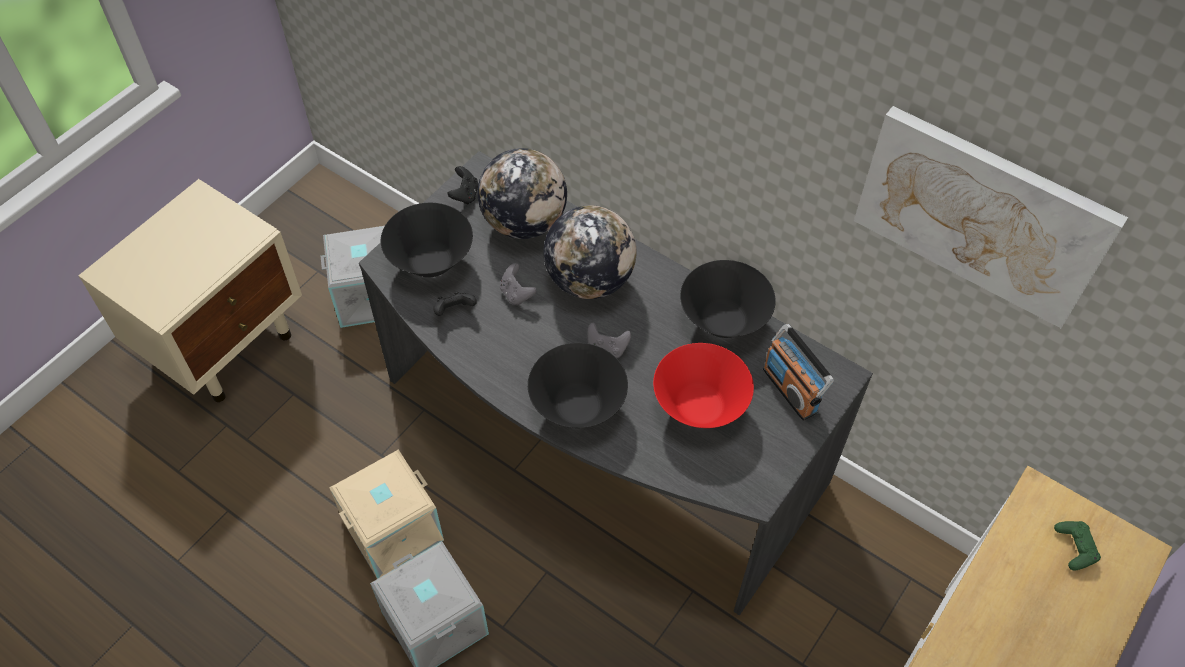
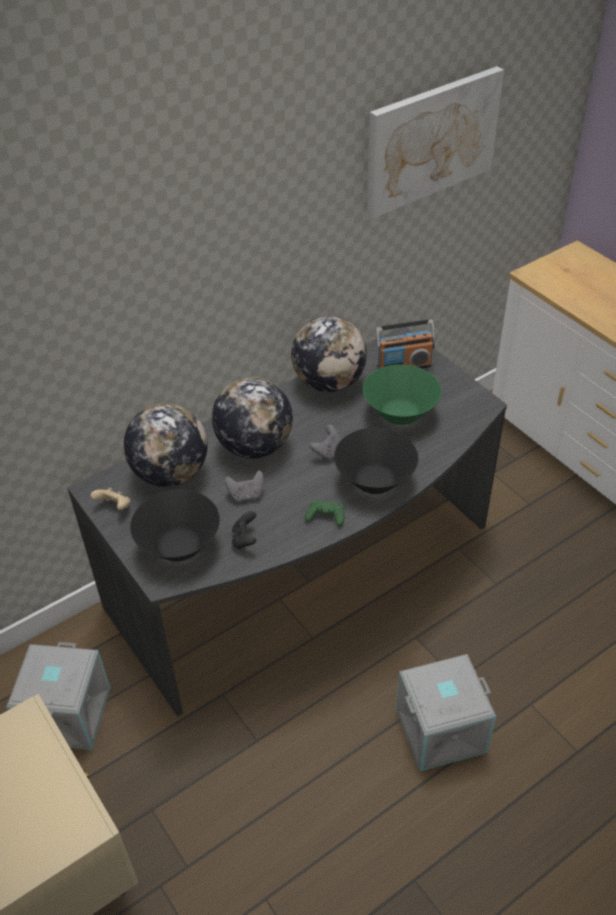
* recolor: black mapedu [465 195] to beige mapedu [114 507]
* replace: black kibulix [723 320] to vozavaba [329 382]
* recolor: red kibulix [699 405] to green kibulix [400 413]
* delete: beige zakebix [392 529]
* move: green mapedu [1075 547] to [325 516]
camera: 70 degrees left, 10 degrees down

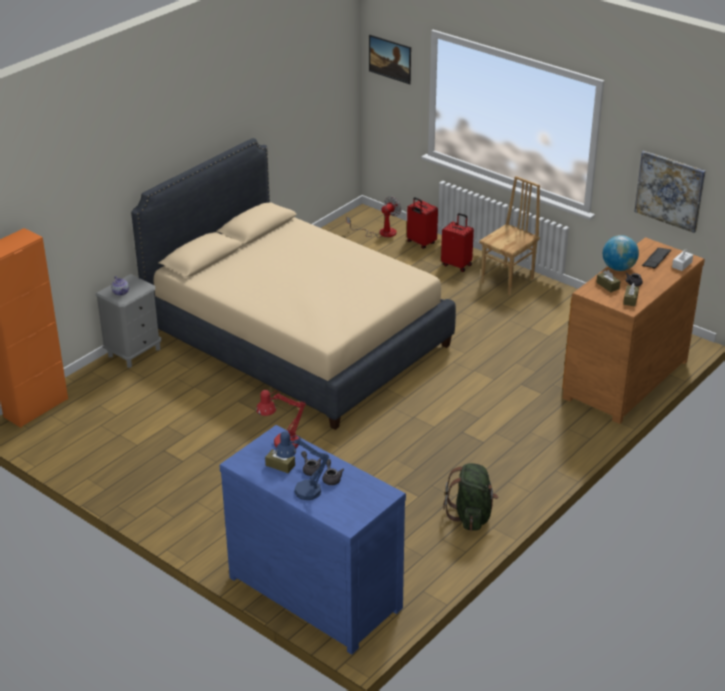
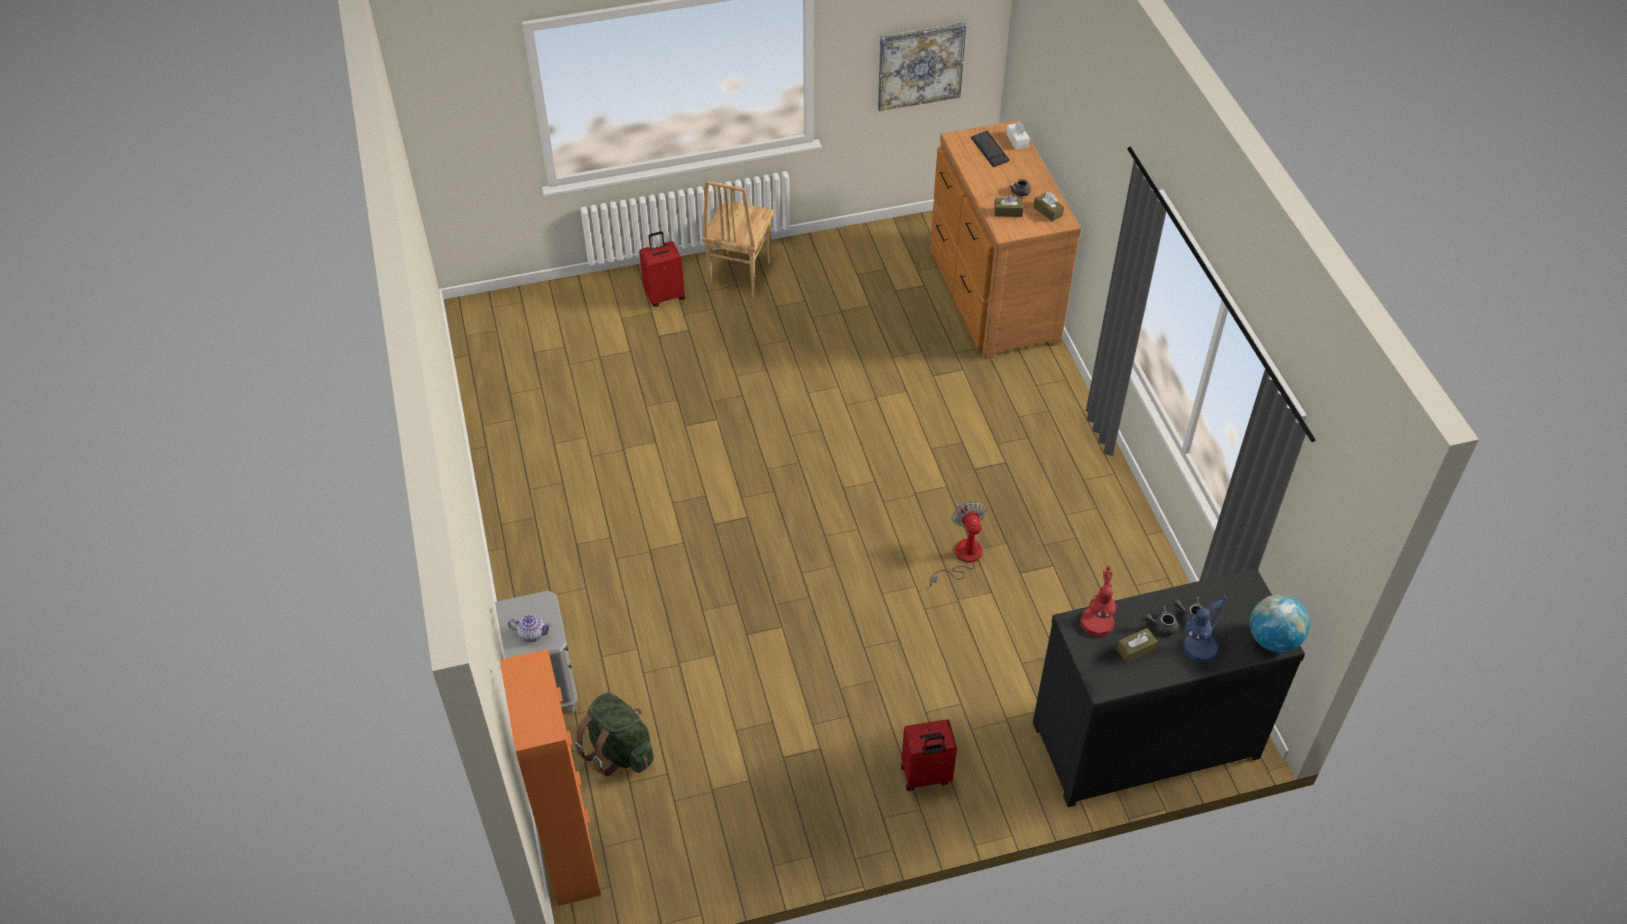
* delete: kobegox [390 68]
* delete: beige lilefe [297 339]
* rotate: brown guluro [508 281] = [739 275] 150 degrees counterclockwise
* move: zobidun [381 232] to [962 558]
* move: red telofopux [420 243] to [926 776]
* move: vozavaba [618 268] to [1273 639]
* recolor: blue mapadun [316 590] to black mapadun [1142 736]
* move: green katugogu [471 516] to [619 750]
camera: 55 degrees left, 15 degrees up

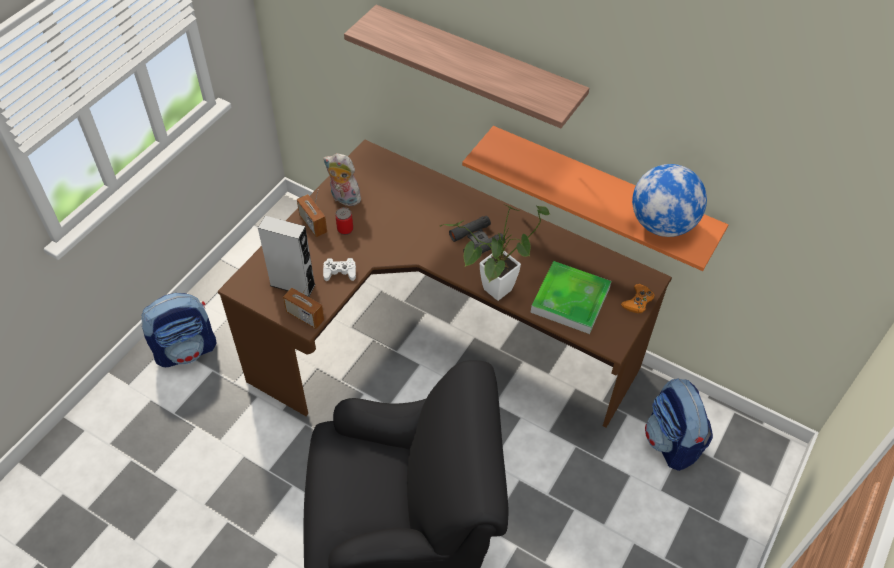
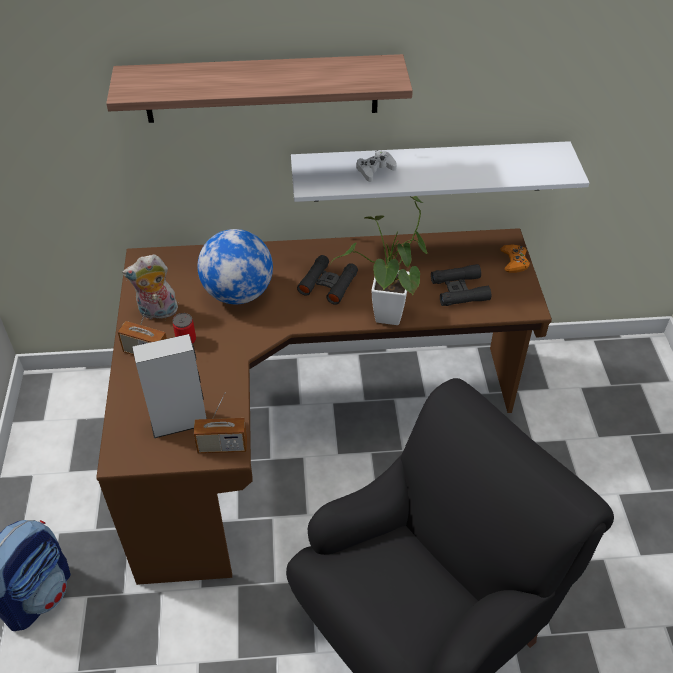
* recolor: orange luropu [601 191] to white luropu [429 171]
* move: vozavaba [662 224] to [238 293]
* move: white mapedu [340 272] to [375 170]
* replace: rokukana [570 300] to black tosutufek [459 290]
* delete: katugogu [671 442]
camera: 35 degrees left, 5 degrees down

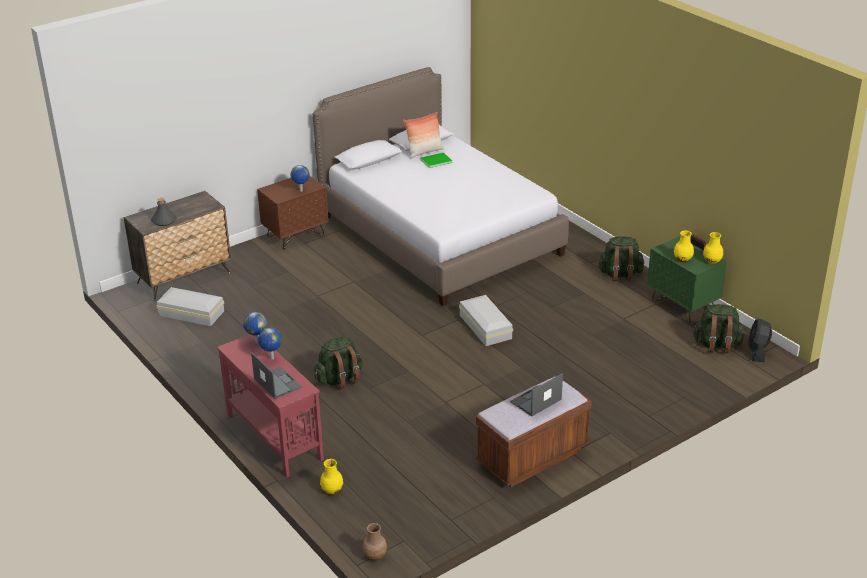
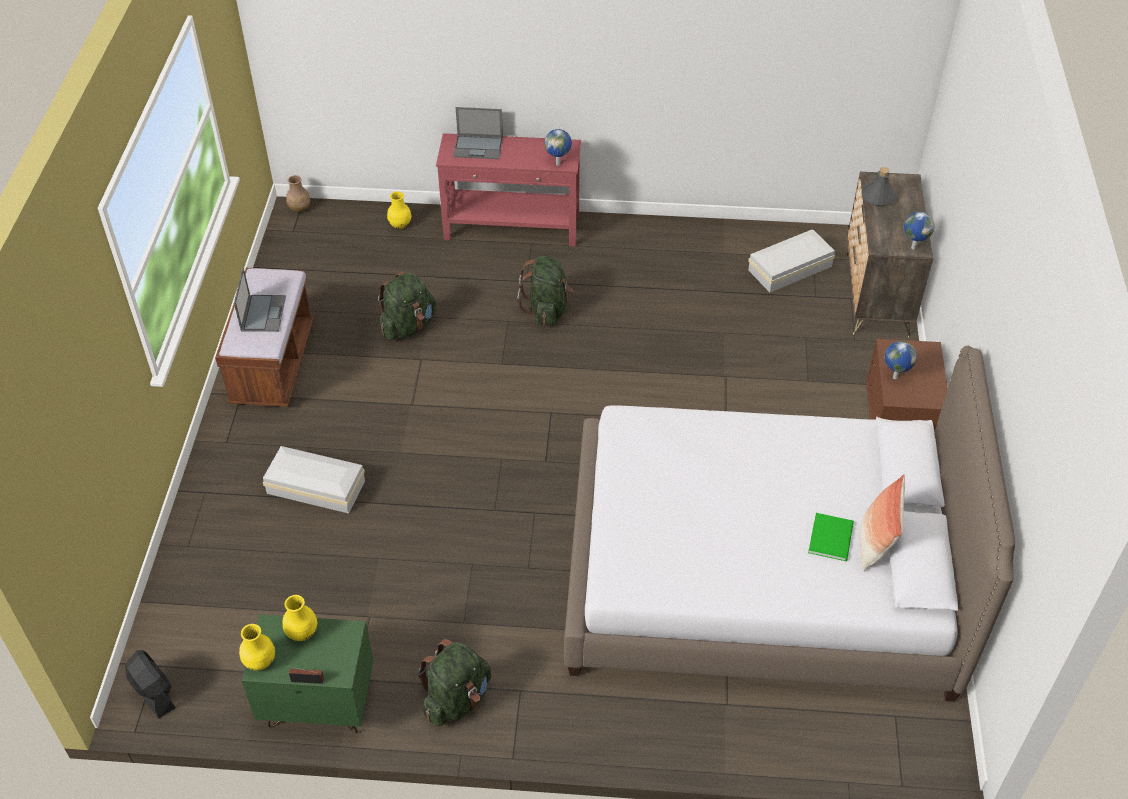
* move: white zakebix [485 327] to [315 486]
* move: green katugogu [716 345] to [408 326]
* move: vozavaba [271 358] to [913 247]
camera: 130 degrees right, 15 degrees up

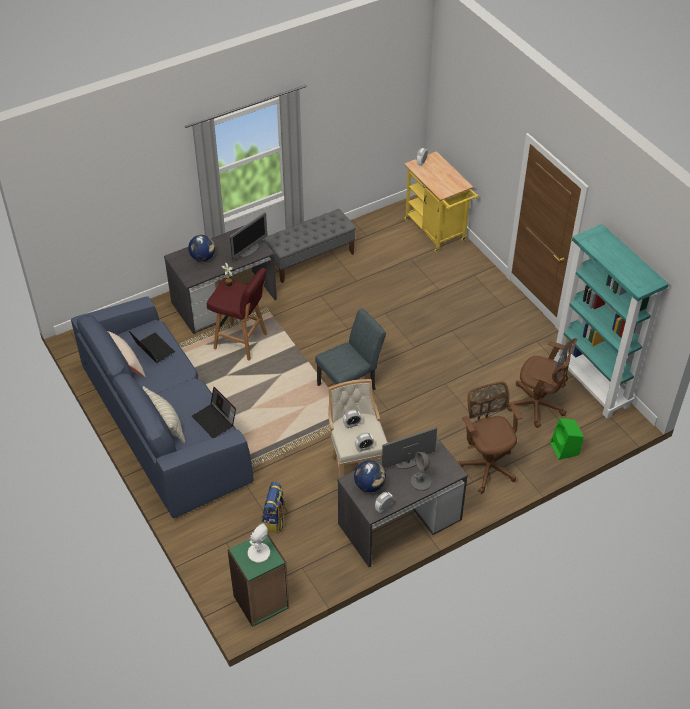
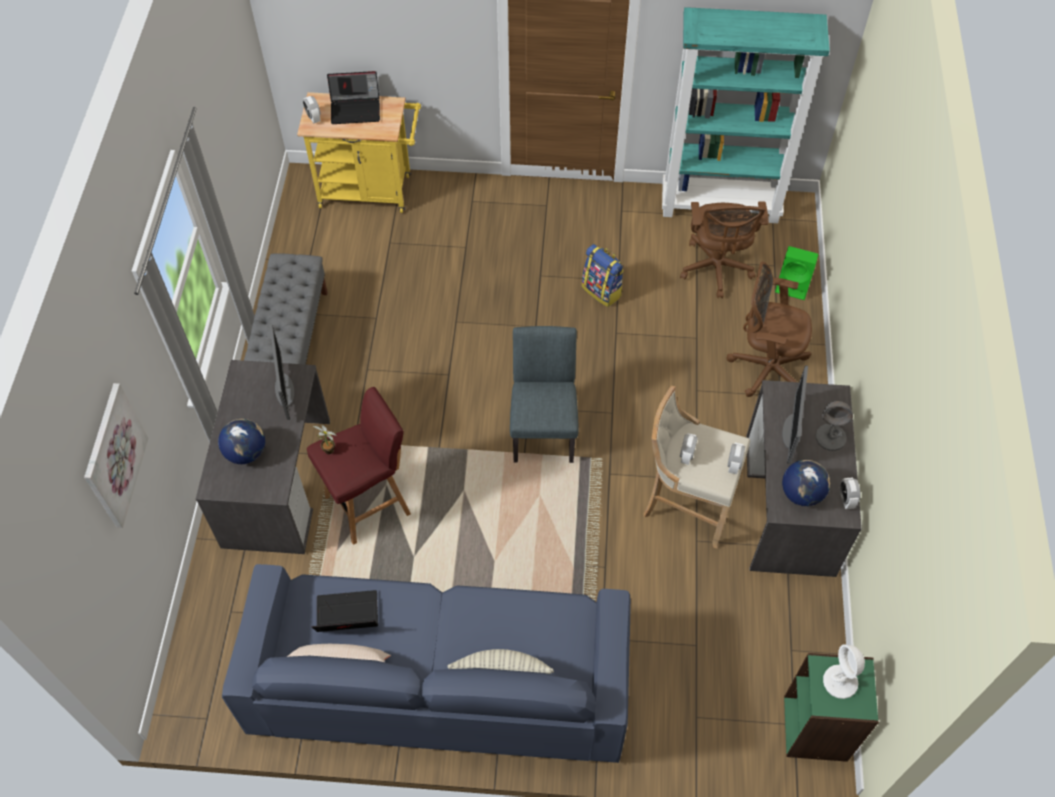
* rotate: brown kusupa [538 406] = [716 269] 120 degrees clockwise
* move: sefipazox [215 420] to [356 109]
* move: katugogu [275 520] to [602 291]
* insert: kobegox [113 456]
camera: 55 degrees left, 10 degrees up

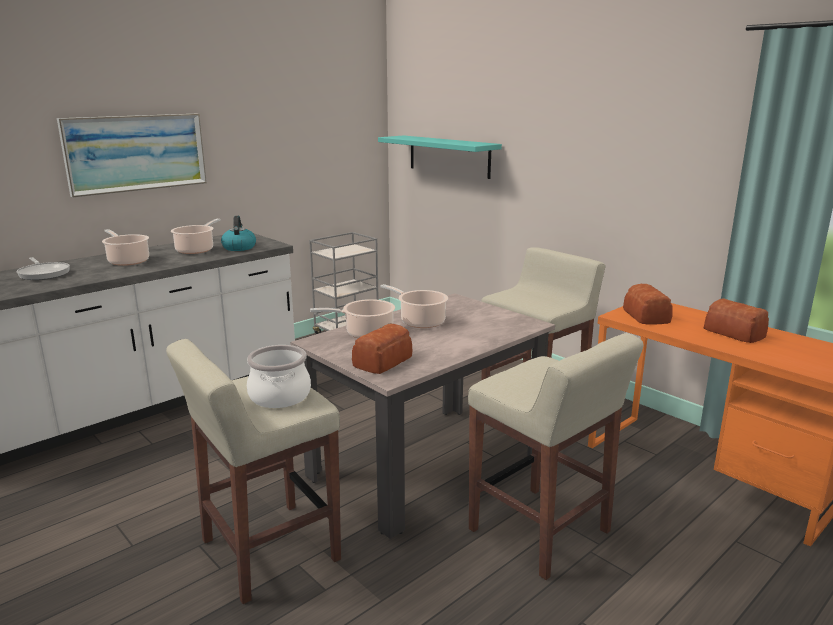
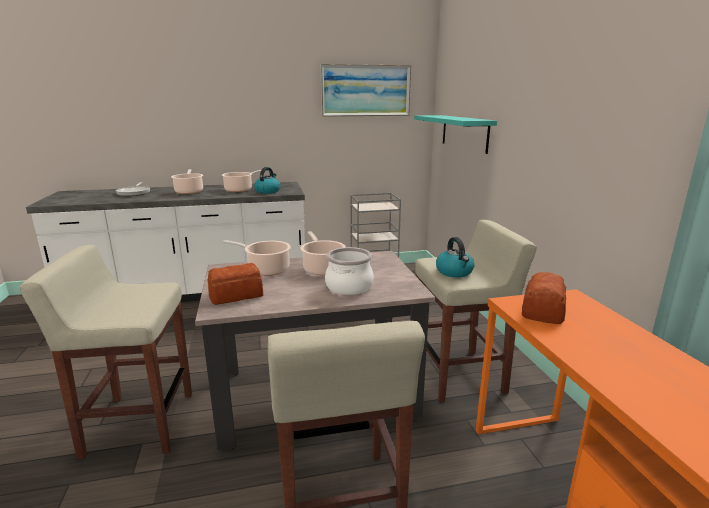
* move: kobegox [136 153] to [365 90]
* delete: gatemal [733 332]
* move: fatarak [280 396] to [349 287]
* insert: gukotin [454 272]
camera: 30 degrees right, 0 degrees up

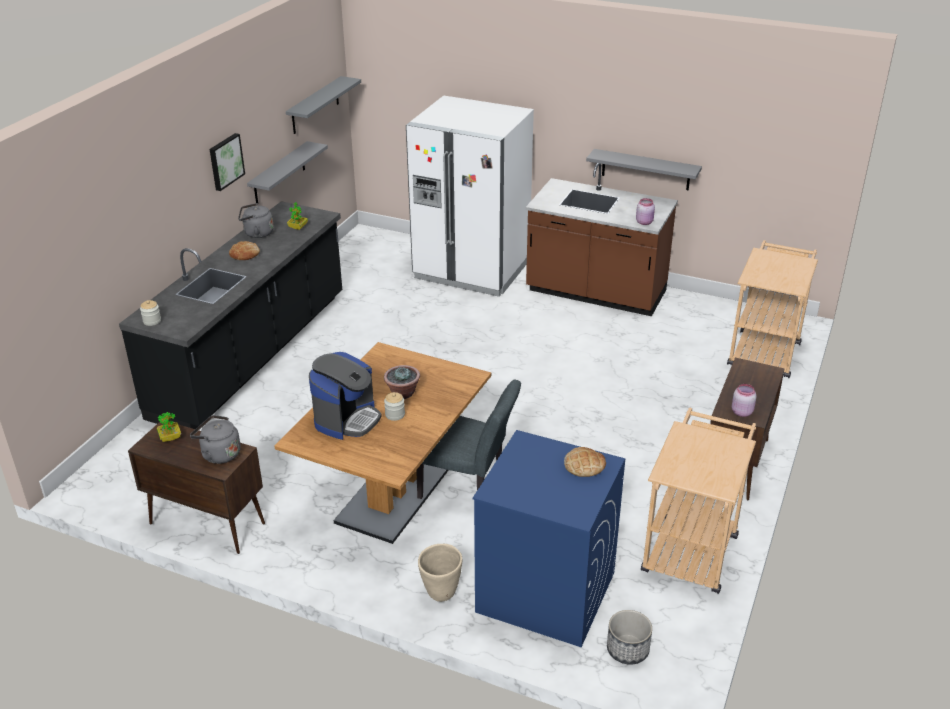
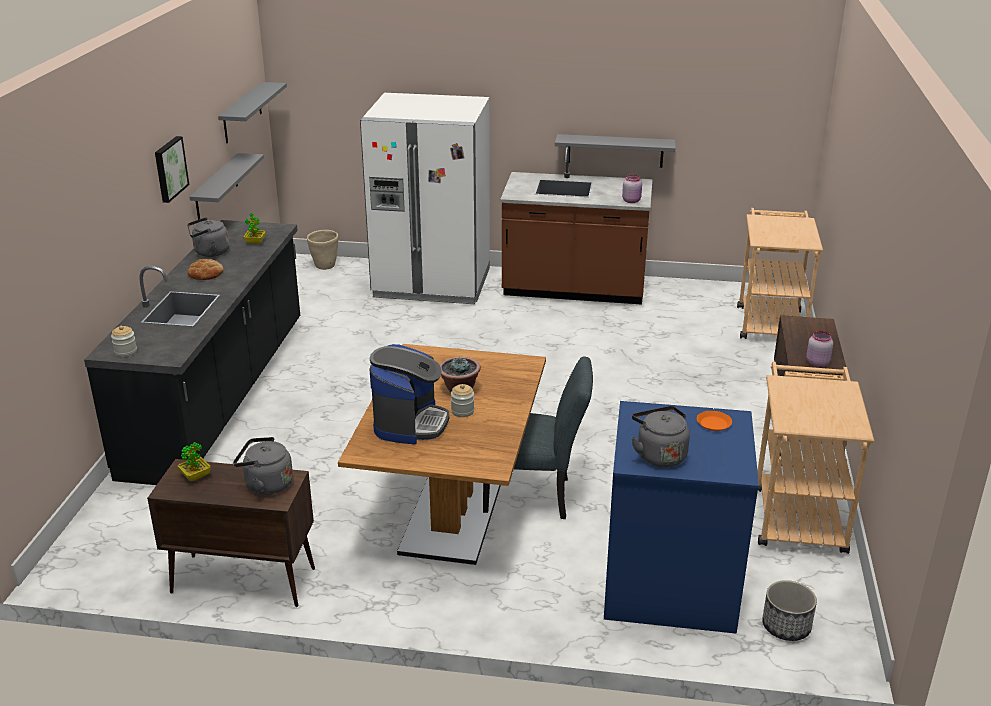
* replace: gatemal [584 465] to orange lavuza [713 423]
* move: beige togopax [441 593] to [325 266]
* insert: grey gukotin [659 455]
camera: 15 degrees left, 5 degrees down

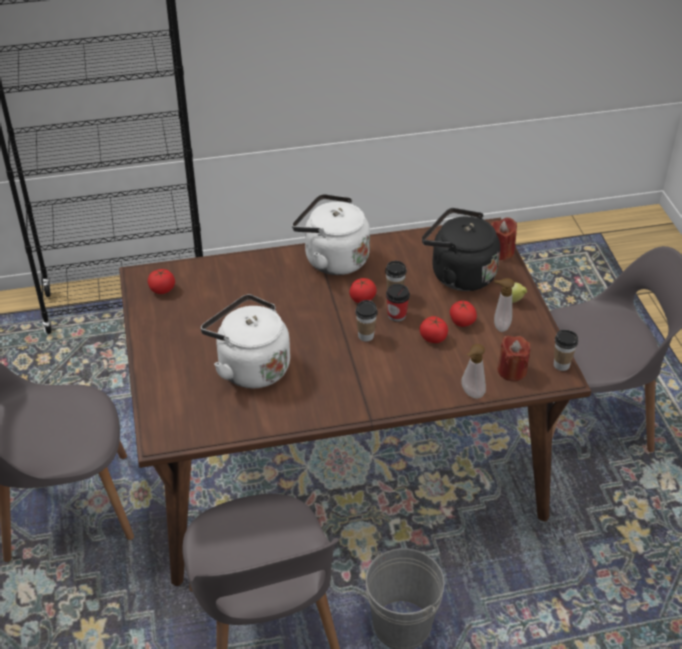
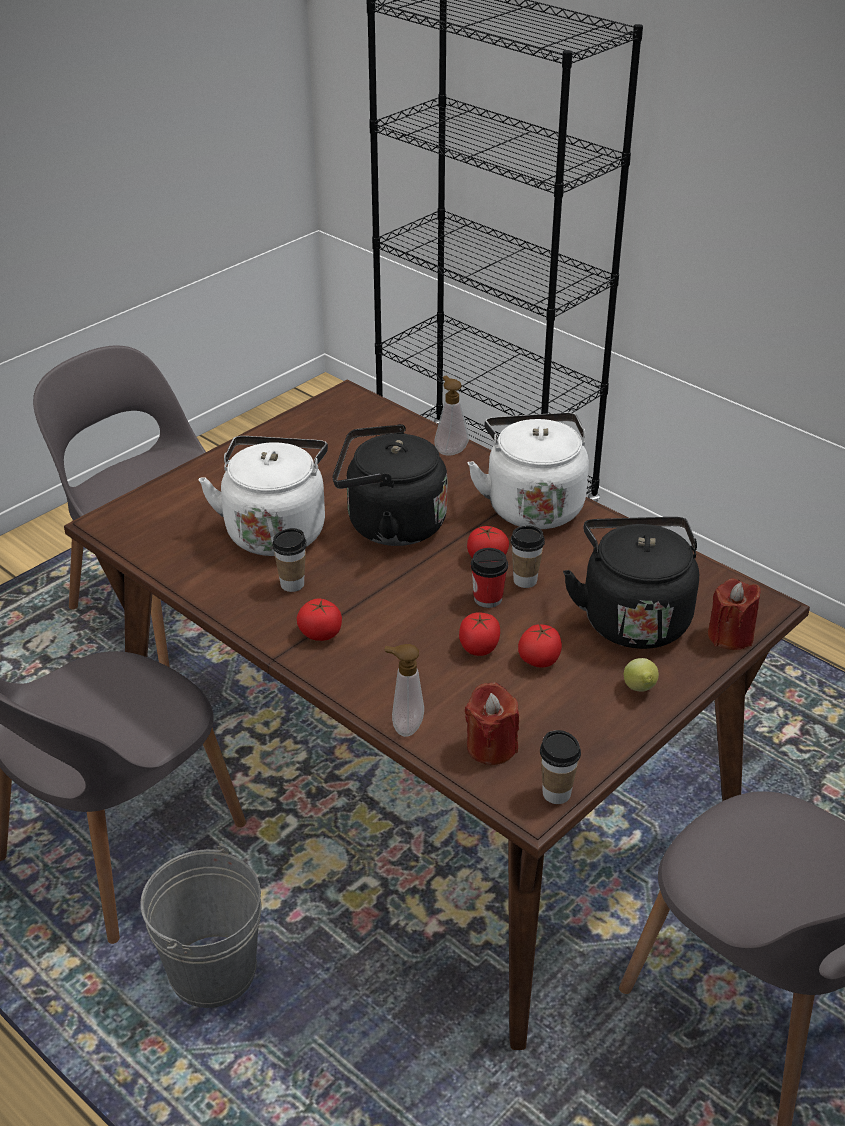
* move: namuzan [162 289] to [320 633]
* move: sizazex [499 326] to [450 450]
* move: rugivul [366 336] to [292 584]
* insert: black gukotin [389 525]
camera: 55 degrees right, 5 degrees down

